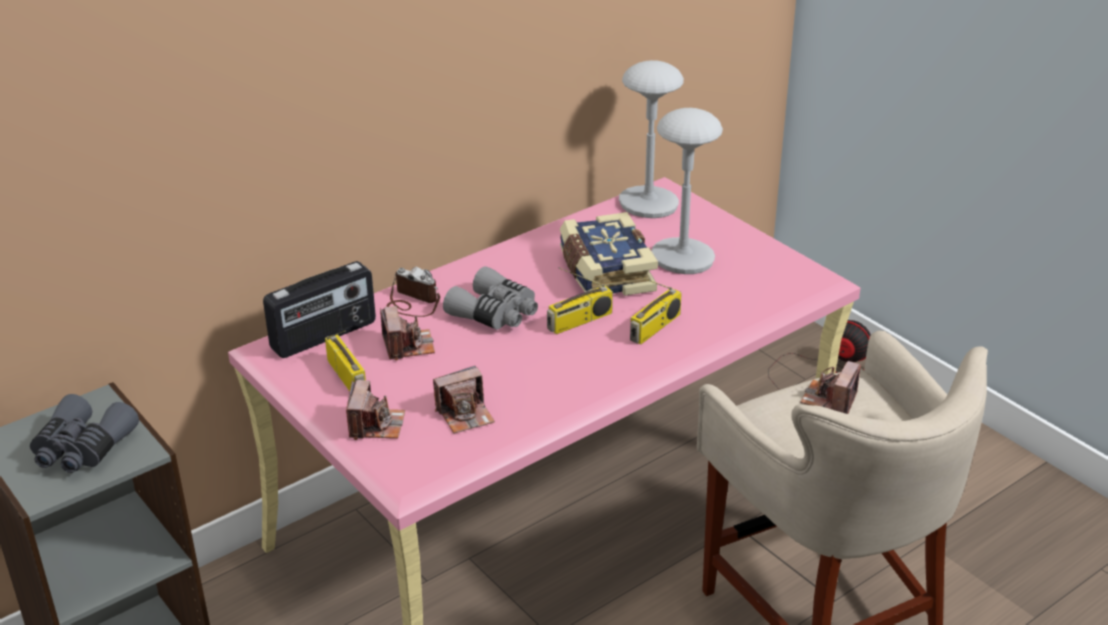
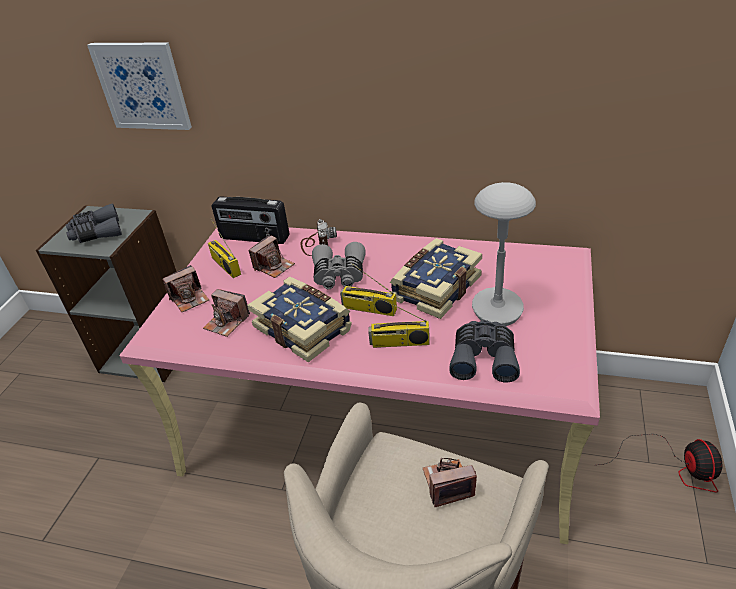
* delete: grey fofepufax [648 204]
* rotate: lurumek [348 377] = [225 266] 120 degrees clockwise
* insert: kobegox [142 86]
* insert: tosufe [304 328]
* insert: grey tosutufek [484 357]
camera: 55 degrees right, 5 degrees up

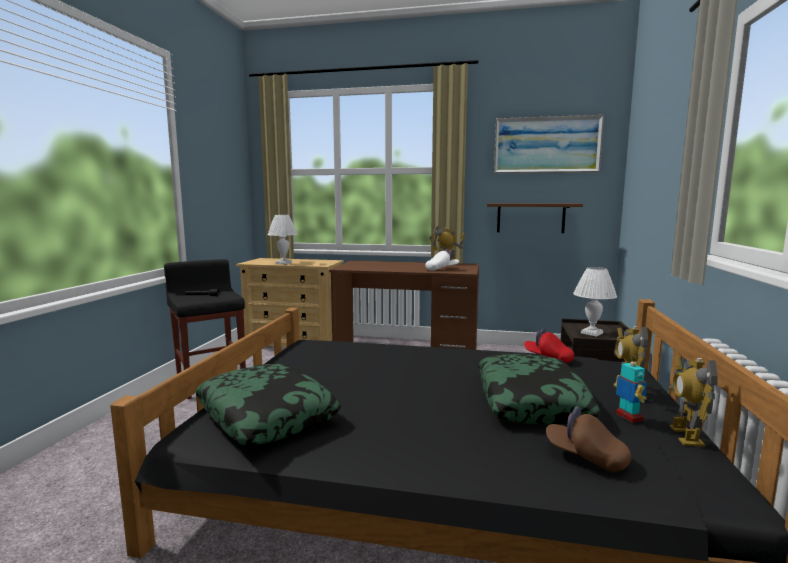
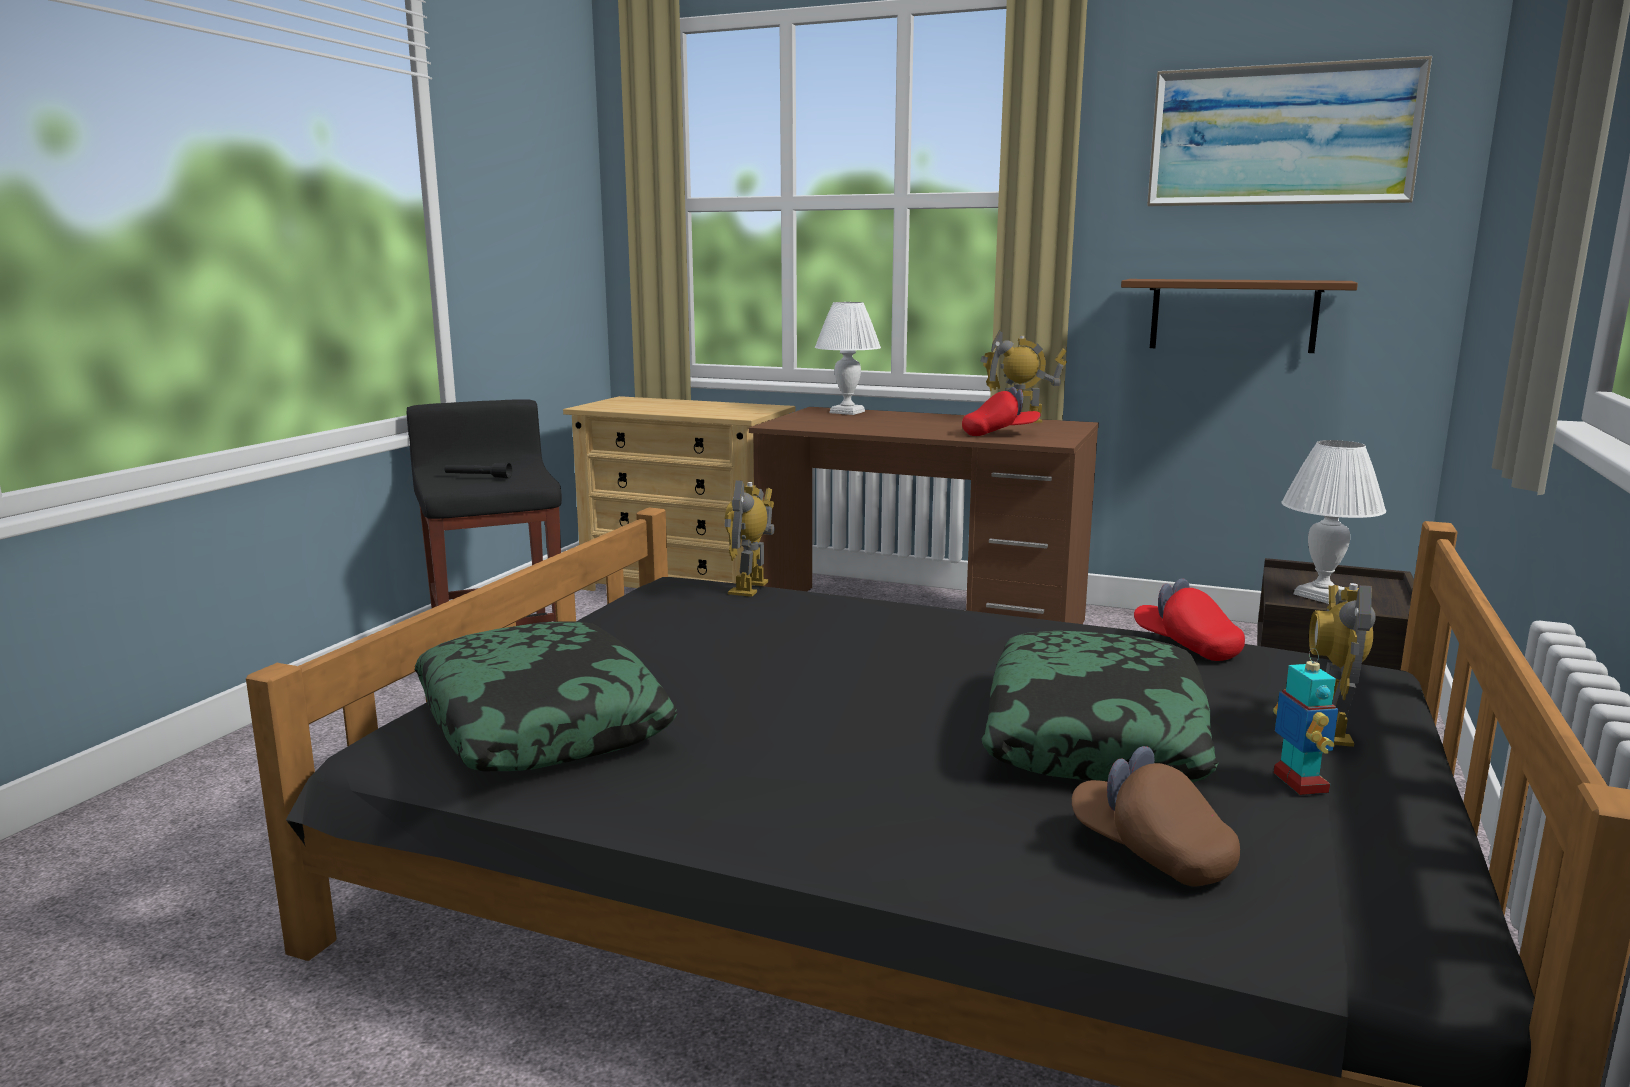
* move: white fofepufax [284 263] to [848 412]
* recolor: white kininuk [442 269] to red kininuk [1000 434]
* move: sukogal [686 436] to [750 588]
camera: 10 degrees right, 5 degrees up

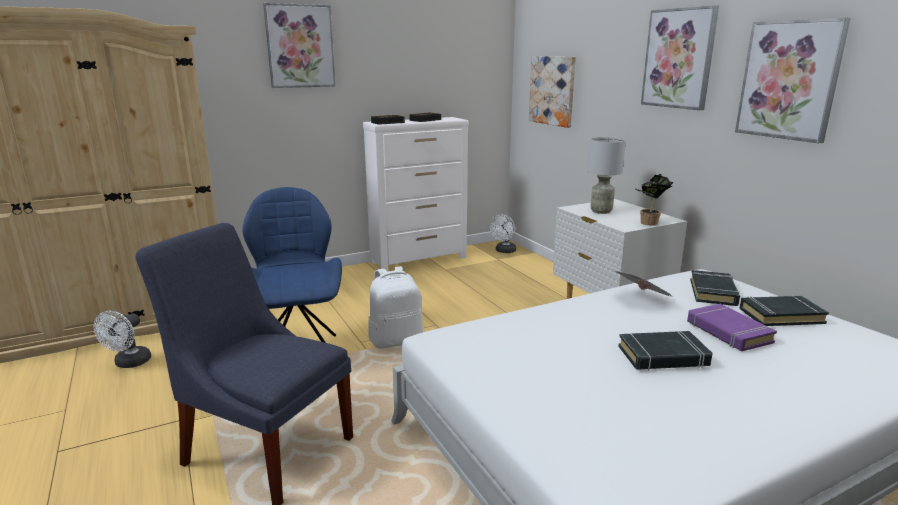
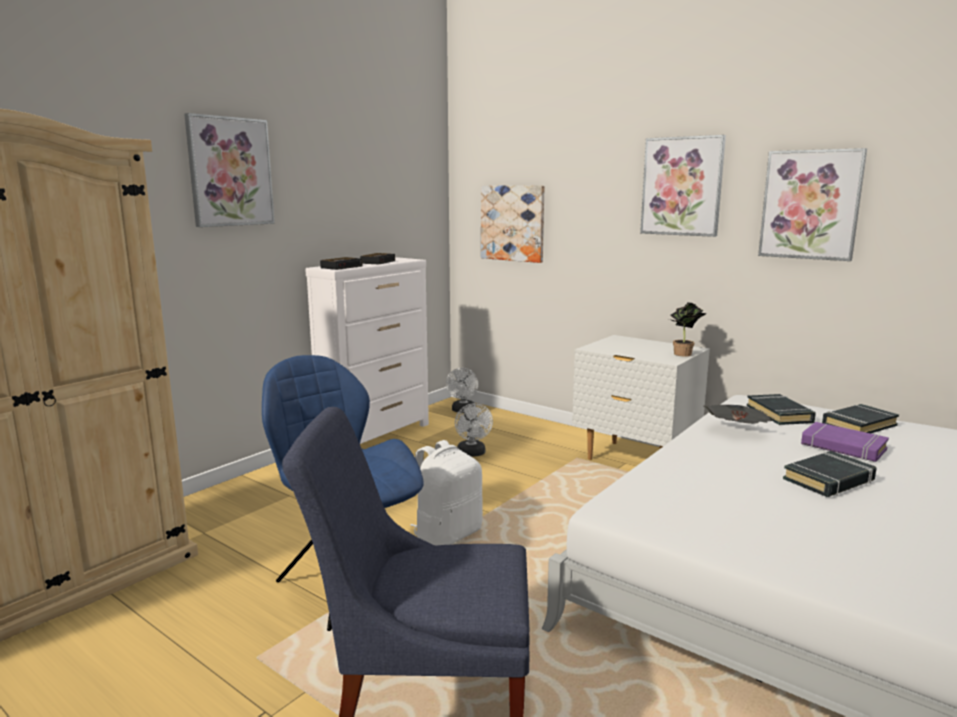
* delete: grey fofepufax [601 211]
* move: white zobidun [129 363] to [472 454]
camera: 25 degrees left, 5 degrees down

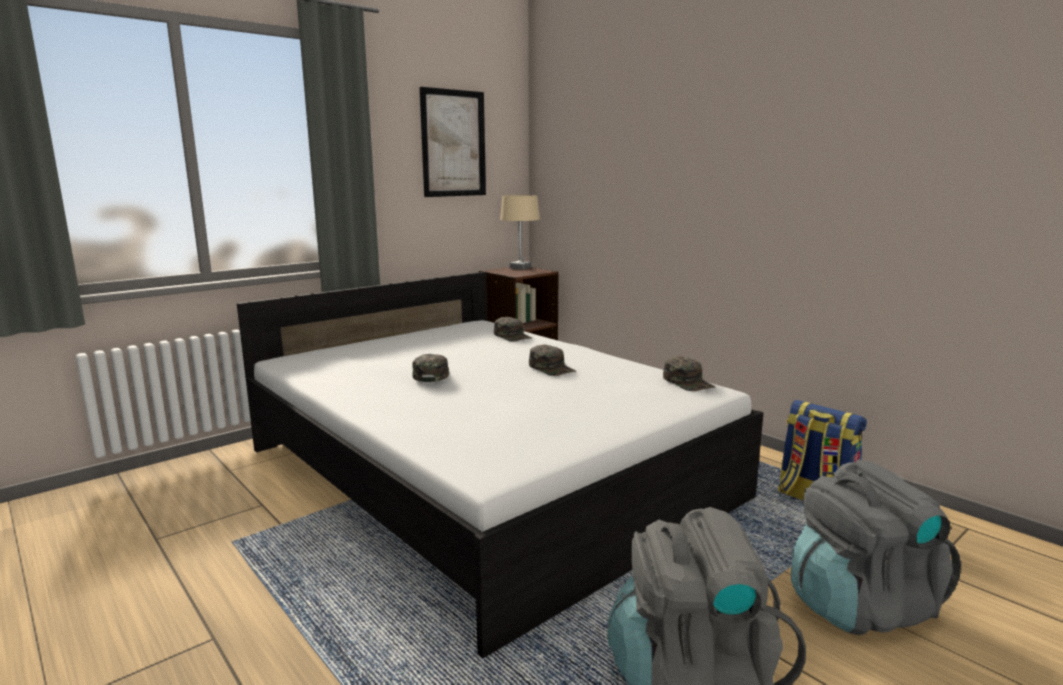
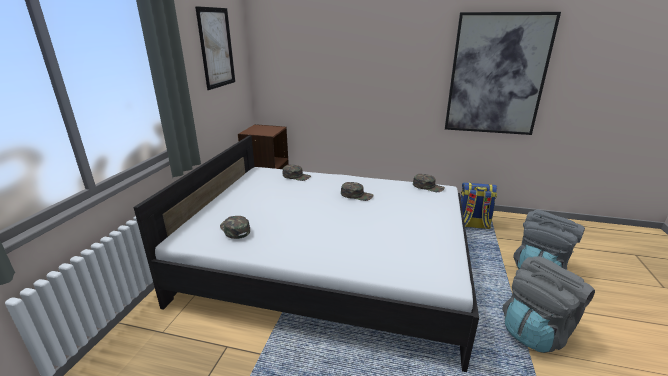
* delete: beige fofepufax [520 268]
* move: green kininuk [431 374] to [234 229]
* insert: kobegox [496 75]
camera: 35 degrees left, 10 degrees up

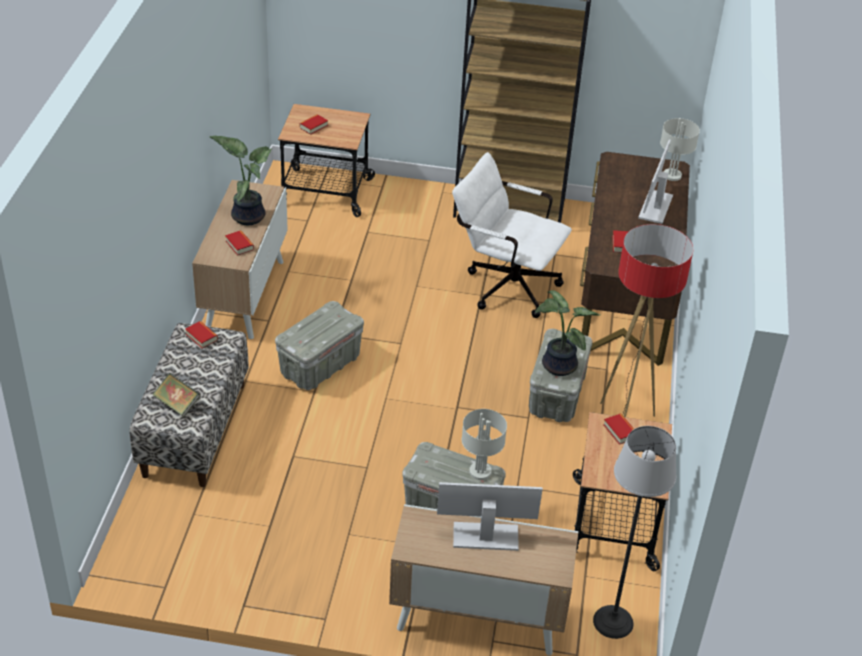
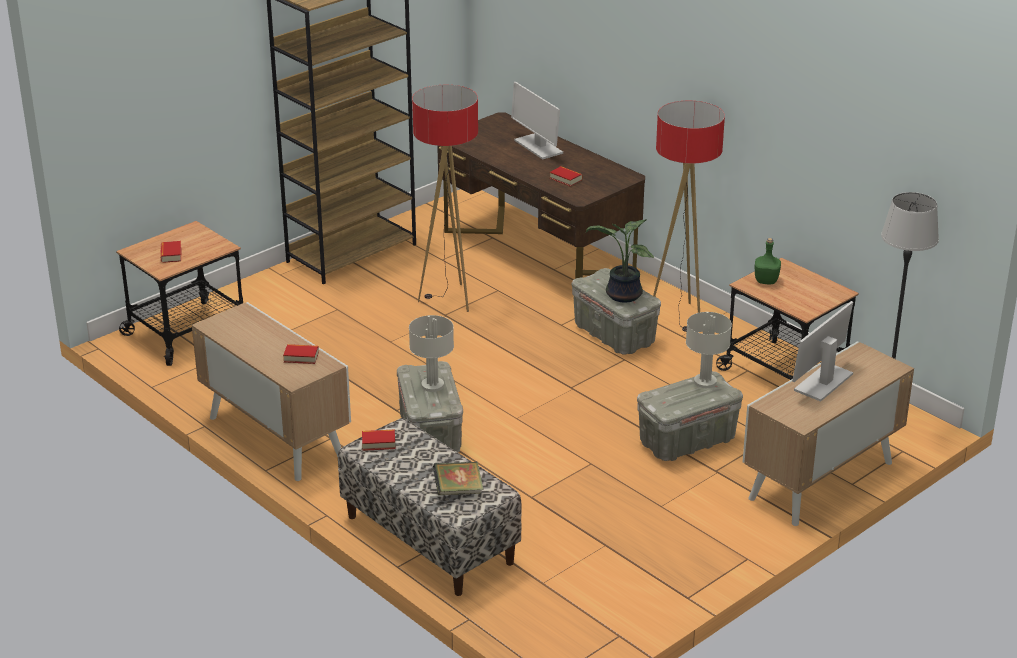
* move: grey fofepufax [672 175] to [432 385]
* delete: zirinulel [247 215]
* replace: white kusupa [505 285] to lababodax [448 299]
* replace: tosufe [620 431] to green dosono [765 281]
camera: 50 degrees left, 10 degrees down

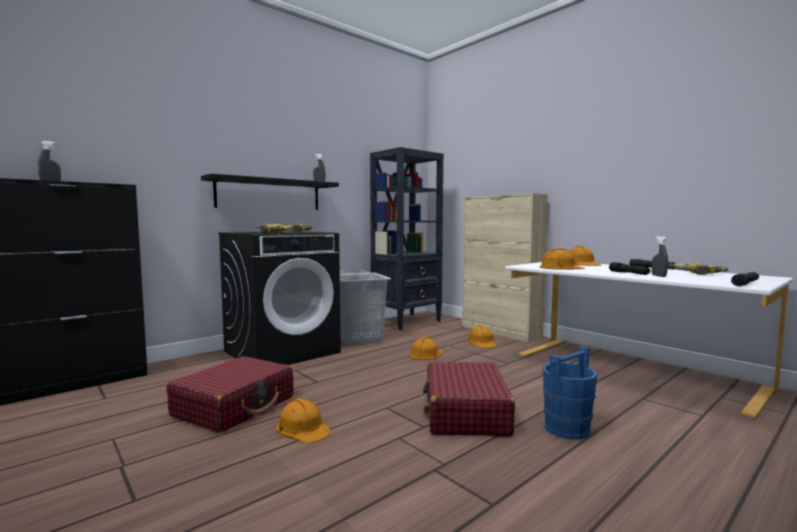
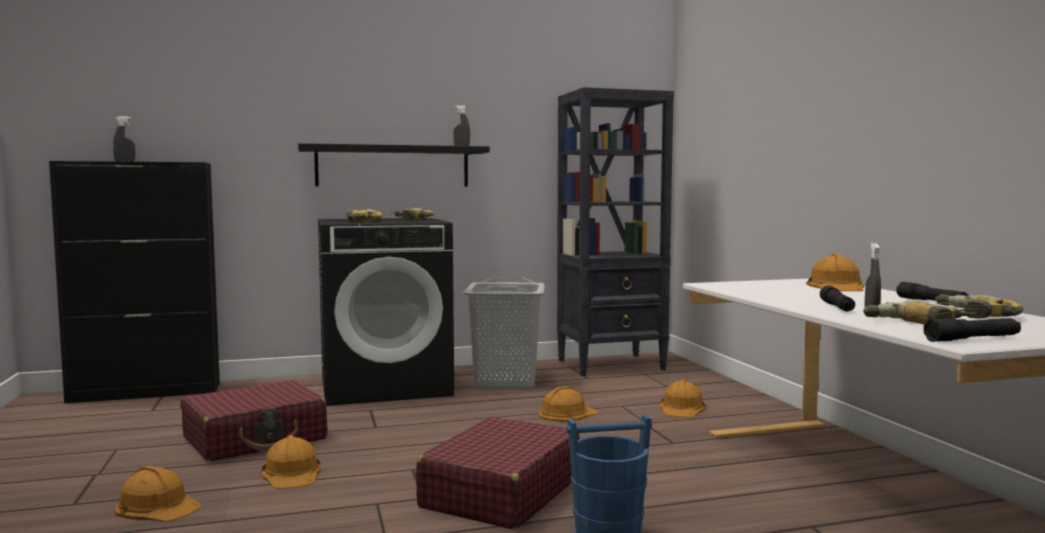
* delete: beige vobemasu [500 331]
* move: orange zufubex [561 267] to [157 506]
* insert: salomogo [917 323]
camera: 25 degrees right, 0 degrees up

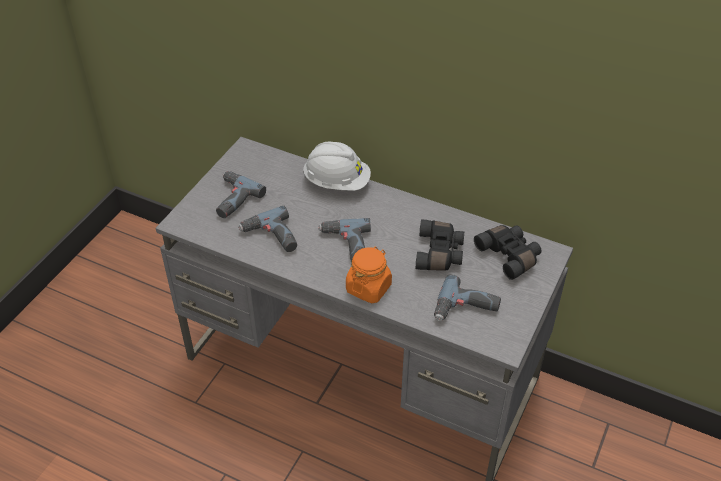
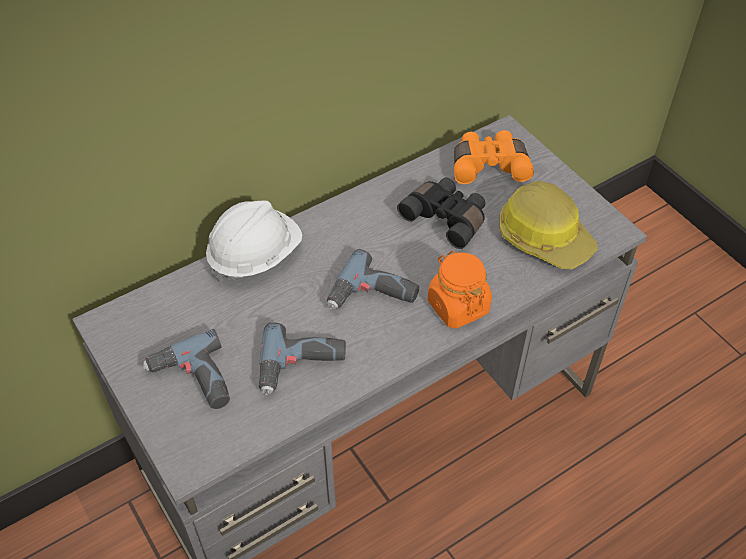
* recolor: black tosutufek [510 255] to orange tosutufek [489 165]
* replace: salomogo [466 309] to zufubex [544 236]
camera: 60 degrees left, 5 degrees up

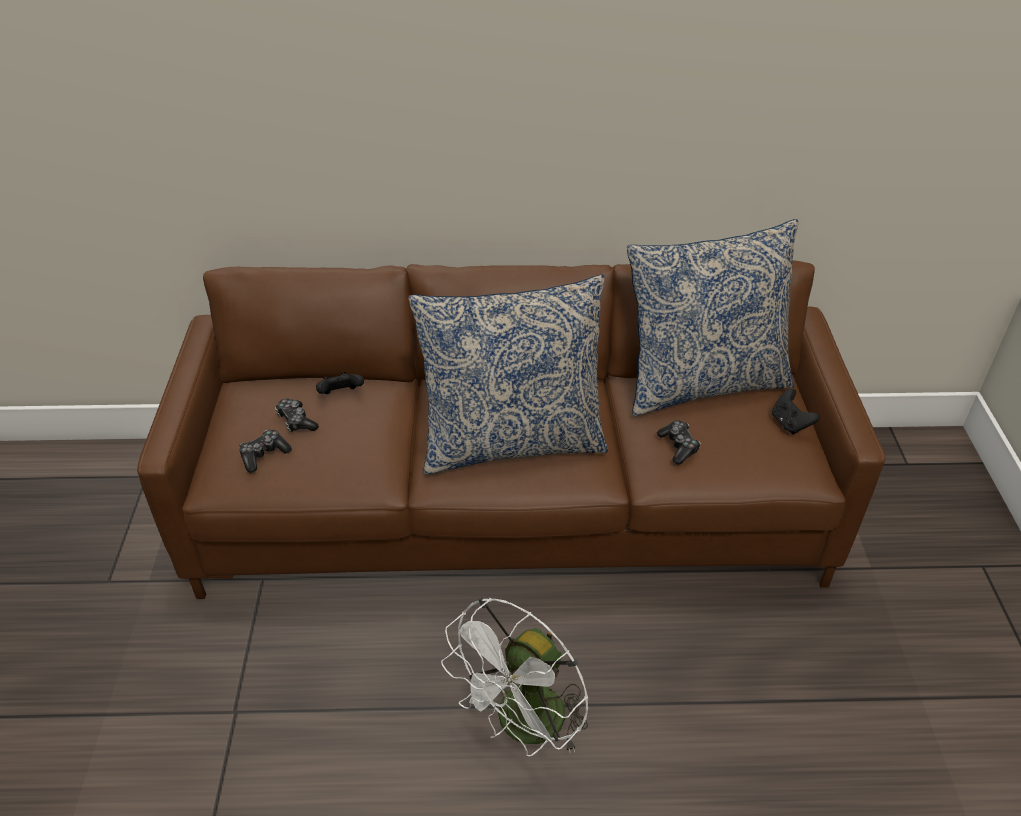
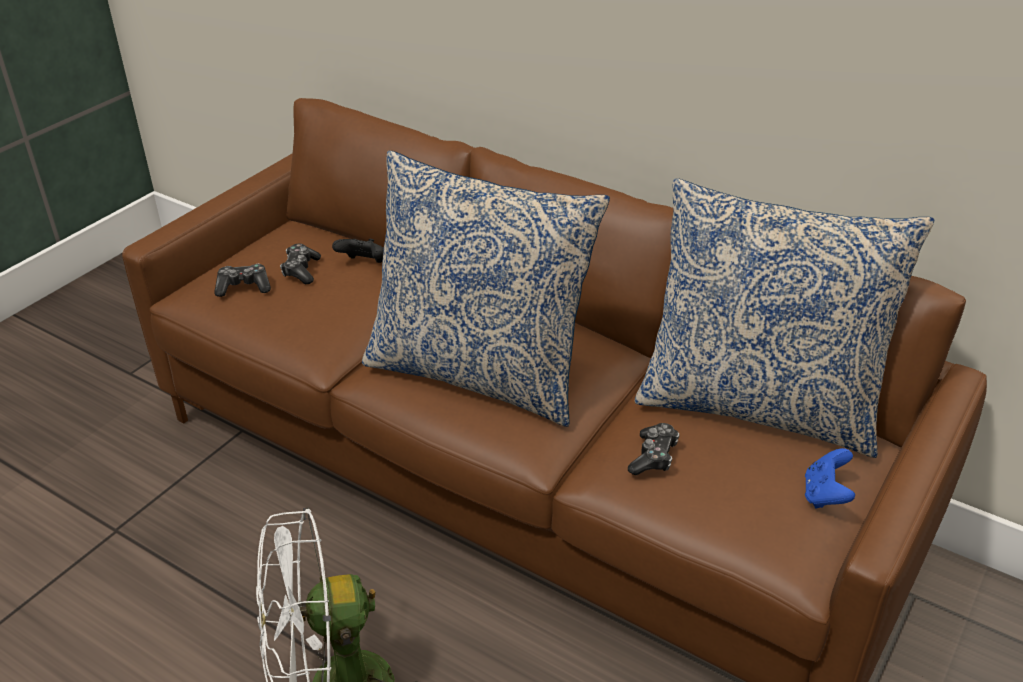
* recolor: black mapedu [790 423] to blue mapedu [825 495]
camera: 35 degrees right, 5 degrees down

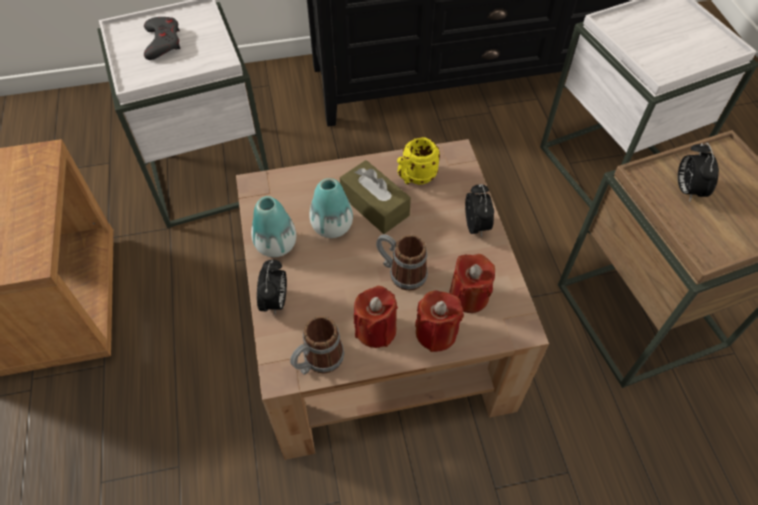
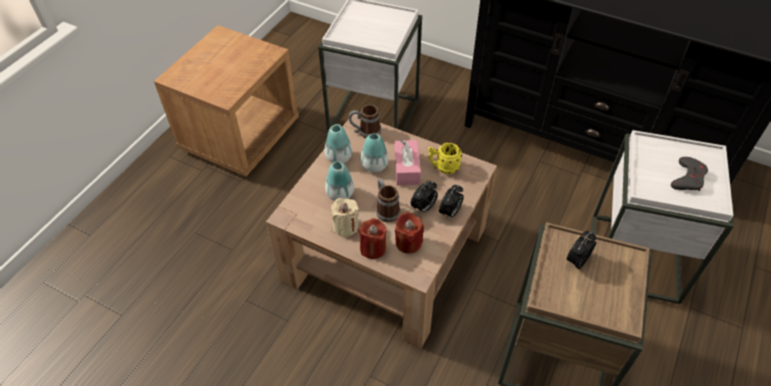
* move: grey mapedu [163 42] to [688 178]
* recolor: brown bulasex [374 205] to pink bulasex [407 169]
* move: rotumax [275 302] to [424 207]
* recolor: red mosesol [376 329] to beige mosesol [345 227]
* move: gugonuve [318 361] to [365 132]
* insert: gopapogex [340 194]
camera: 40 degrees right, 5 degrees down

